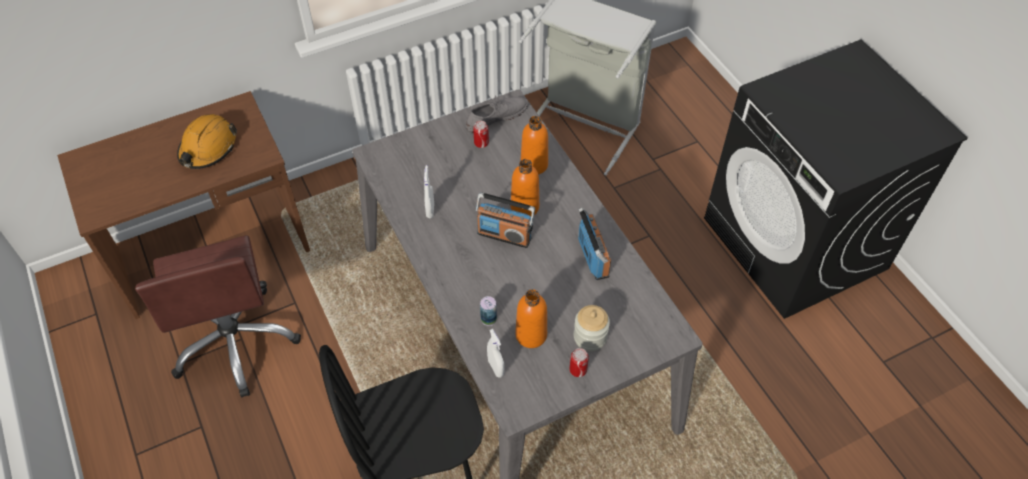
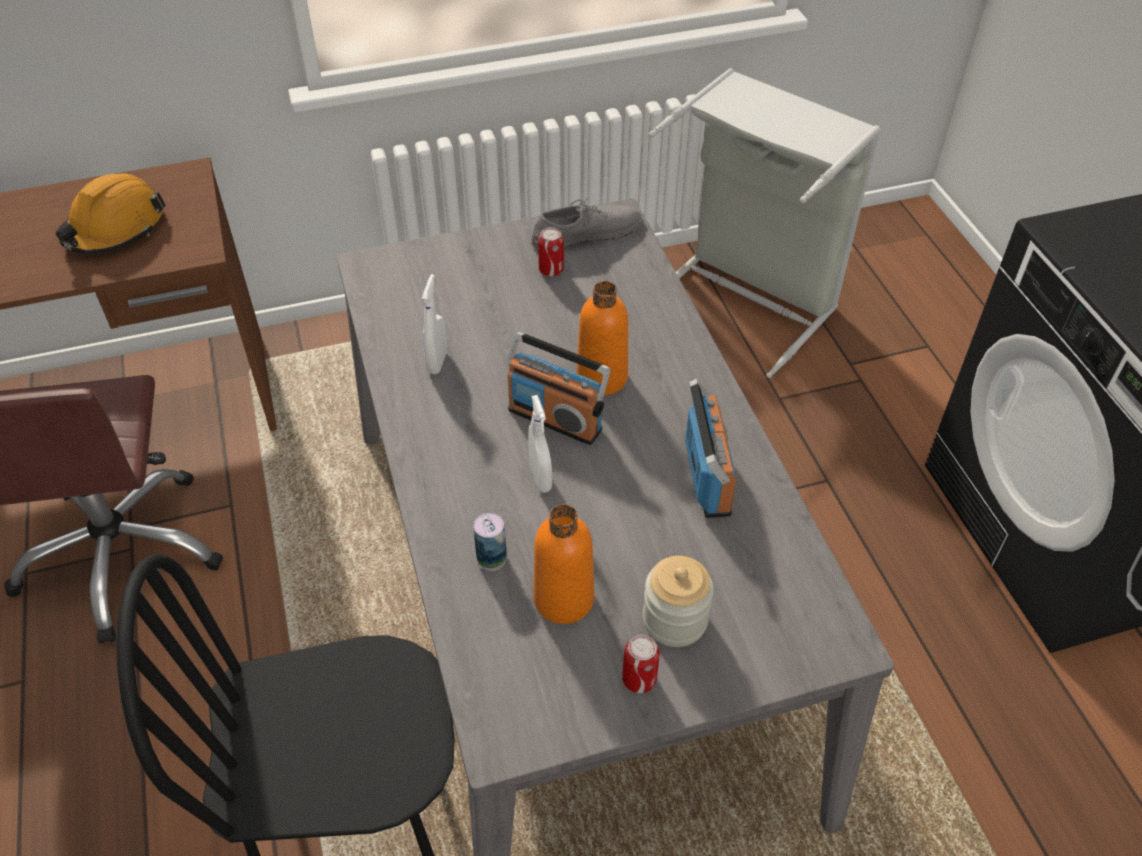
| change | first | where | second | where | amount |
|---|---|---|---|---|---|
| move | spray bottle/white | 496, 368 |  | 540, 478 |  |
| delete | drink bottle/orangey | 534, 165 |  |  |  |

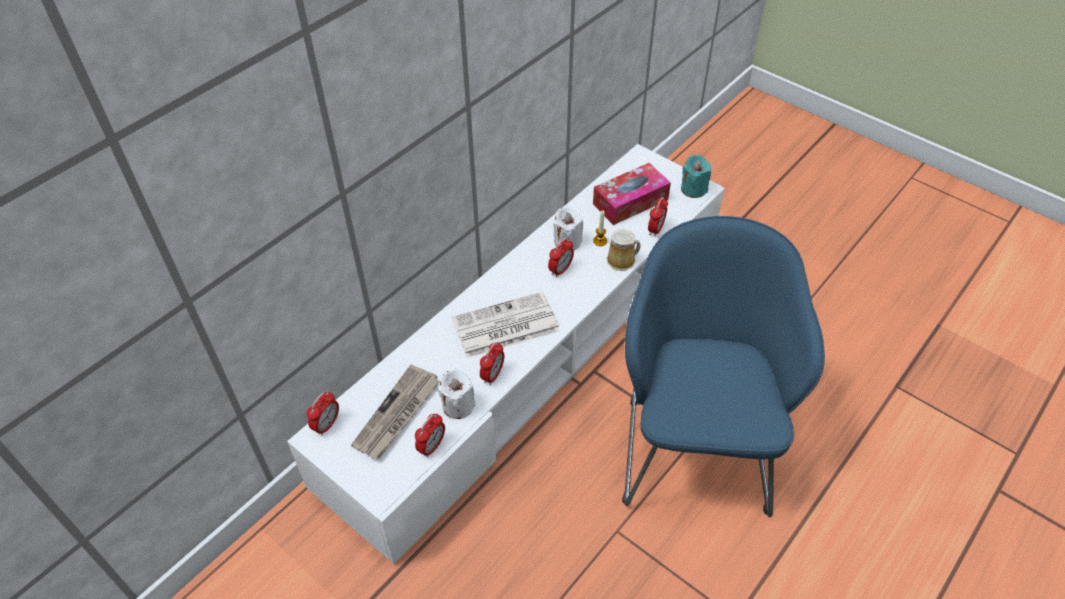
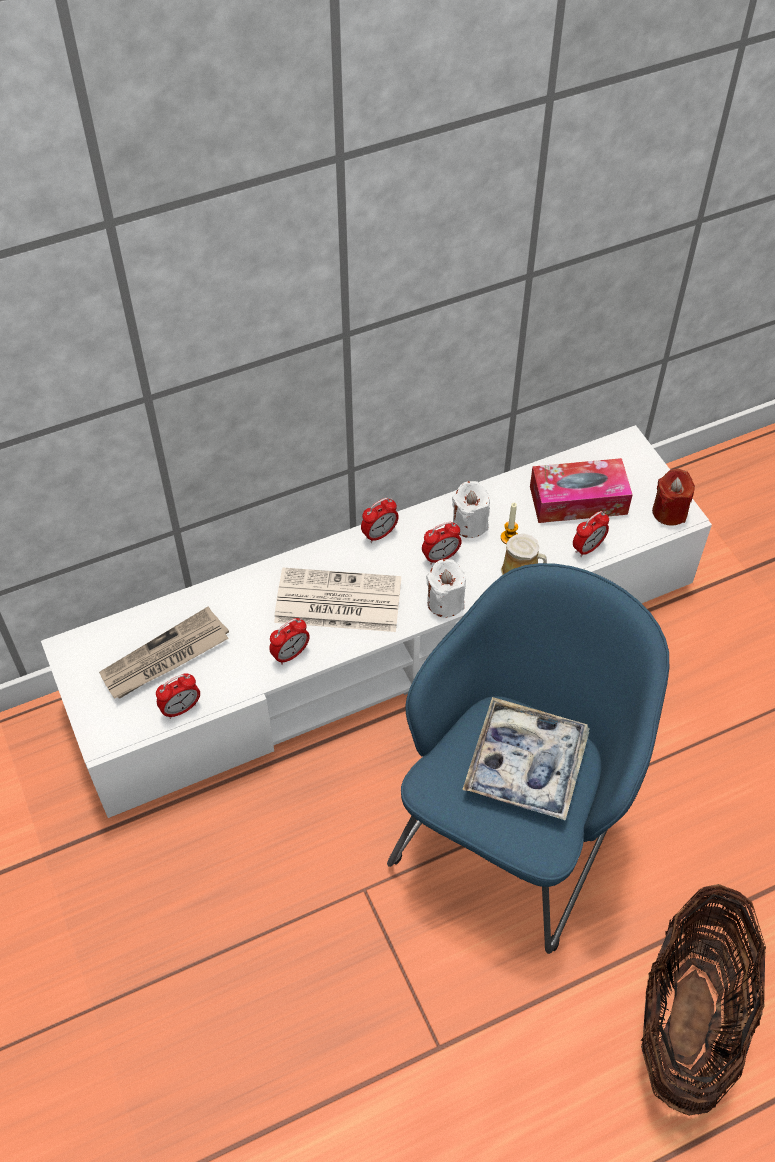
| change | first | where | second | where | amount |
|---|---|---|---|---|---|
| move | alarm clock | 327, 425 |  | 379, 534 |  |
| move | candle/white | 458, 405 |  | 445, 602 |  |
| recolor | candle/turquoise-coloured | 693, 189 | candle/red | 669, 512 |  |
| insert |  |  | tray | 526, 765 |  |
| insert |  |  | household basket | 689, 1019 |  |

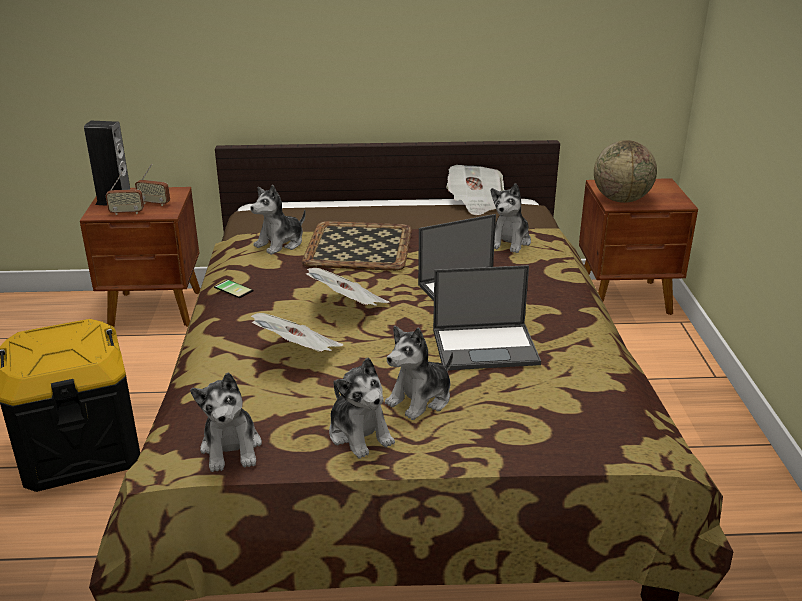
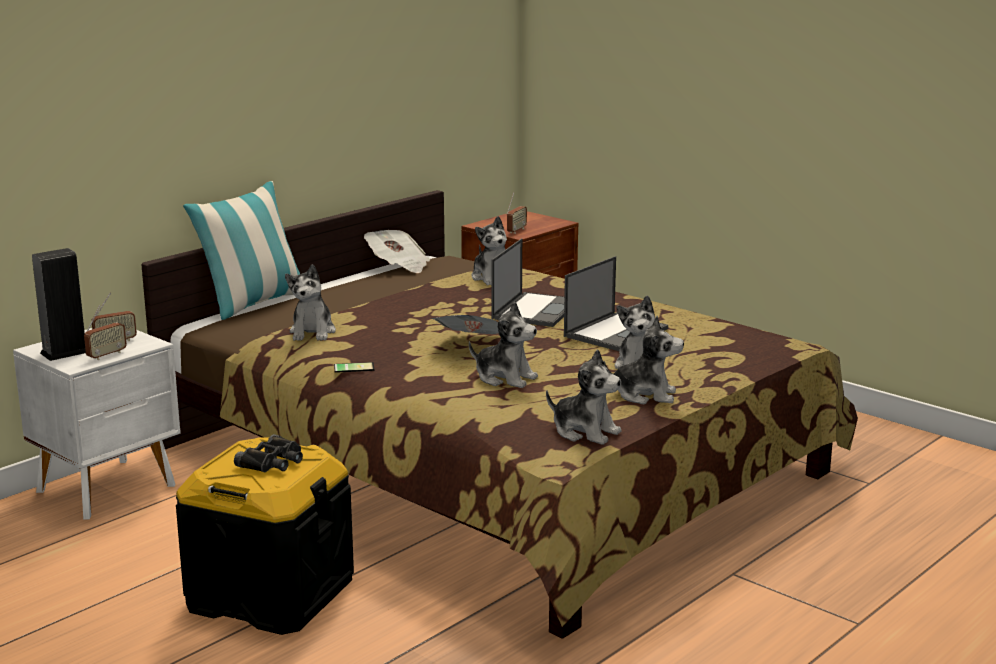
| change | first | where | second | where | amount |
|---|---|---|---|---|---|
| recolor | night table/brownish | 156, 310 | night table/white | 109, 488 |  |
| replace | printed paper | 299, 353 | plush toy | 505, 378 |  |
| delete | tray | 359, 247 |  |  |  |
| replace | desk globe | 621, 199 | radio set | 516, 230 |  |
| insert |  |  | cushion | 253, 304 |  |
| insert |  |  | field glasses/black-coloured | 273, 461 |  |

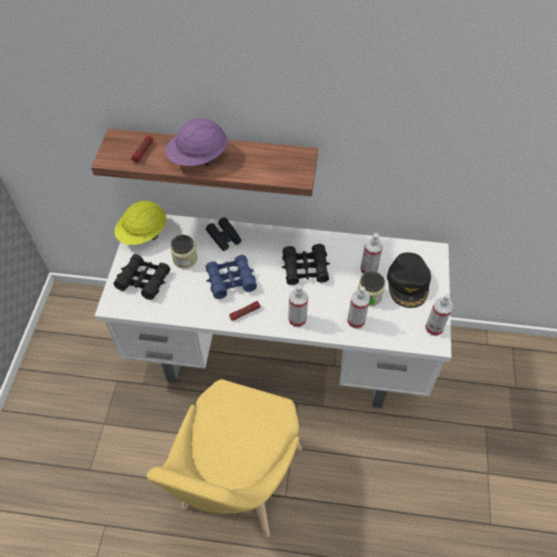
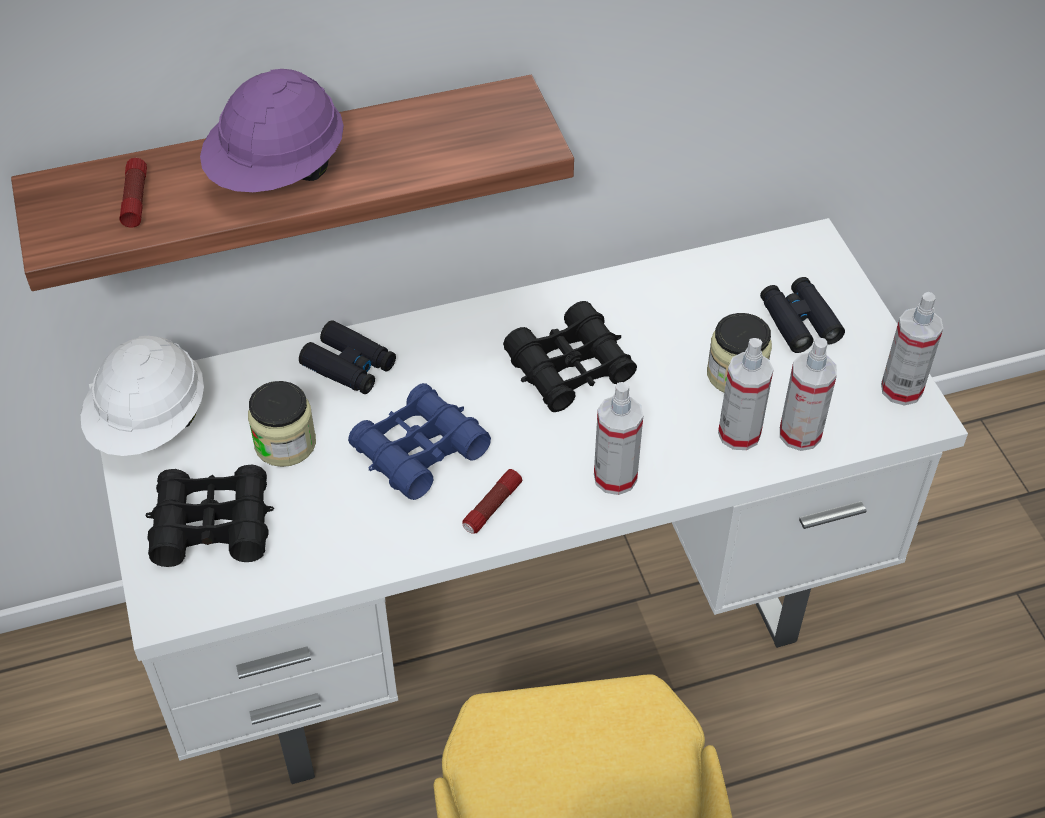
| change | first | where | second | where | amount |
|---|---|---|---|---|---|
| recolor | hard hat/yellowish | 143, 234 | hard hat/white | 150, 424 |  |
| move | spray bottle | 369, 269 |  | 800, 434 |  |
| replace | baseball cap/black-coloured | 408, 283 | field glasses/black-coloured | 799, 321 |  |

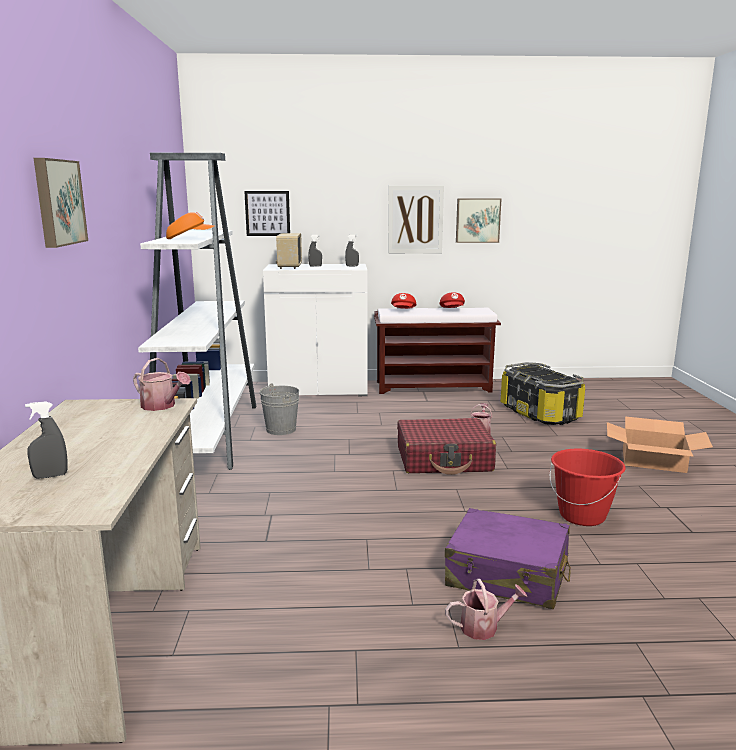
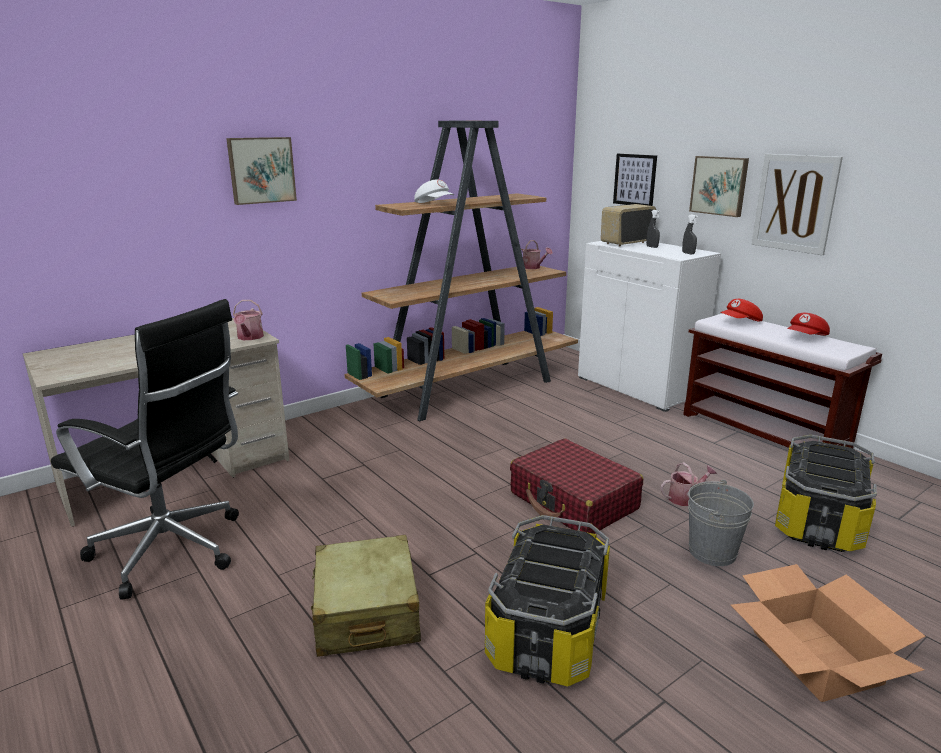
| change | first | where | second | where | amount |
|---|---|---|---|---|---|
| delete | spray bottle/gray | 50, 476 |  |  |  |
| recolor | bookcase/white | 208, 433 | bookcase/brownish | 469, 388 |  |
| recolor | baseball cap/orangey | 190, 238 | baseball cap/white | 434, 204 |  |
| move | water bucket/gray | 281, 429 |  | 712, 552 |  |
| recolor | piece of luggage/purple-coloured | 507, 575 | piece of luggage/beige-coloured | 366, 612 |  |
| move | watering can | 484, 627 |  | 533, 267 |  |
| move | picture | 477, 220 |  | 719, 185 |  |
| replace | water bucket/red | 582, 516 | storage container | 549, 630 |  |
| insert |  |  | computer chair/black-coloured | 173, 552 |  |

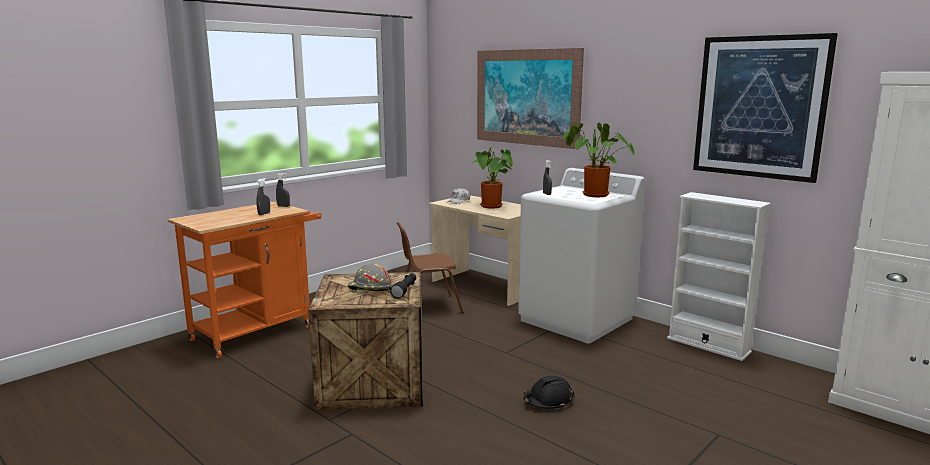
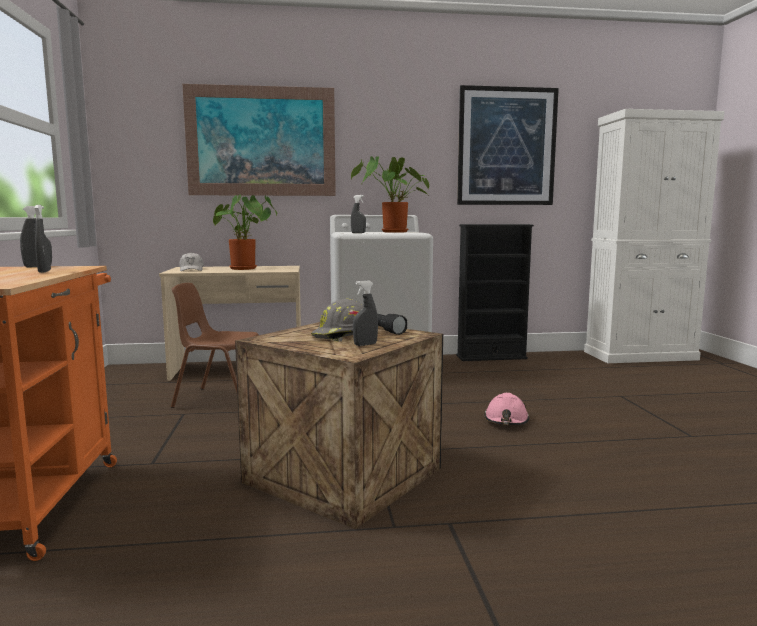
| change | first | where | second | where | amount |
|---|---|---|---|---|---|
| rotate | plain chair/brownish | 427, 306 |  | 221, 399 | 75 degrees clockwise |
| recolor | hard hat/black-coloured | 548, 401 | hard hat/pinkish | 506, 420 |  |
| recolor | bookcase/white | 708, 345 | bookcase/black-coloured | 491, 357 |  |
| insert |  |  | spray bottle/gray | 365, 344 |  |

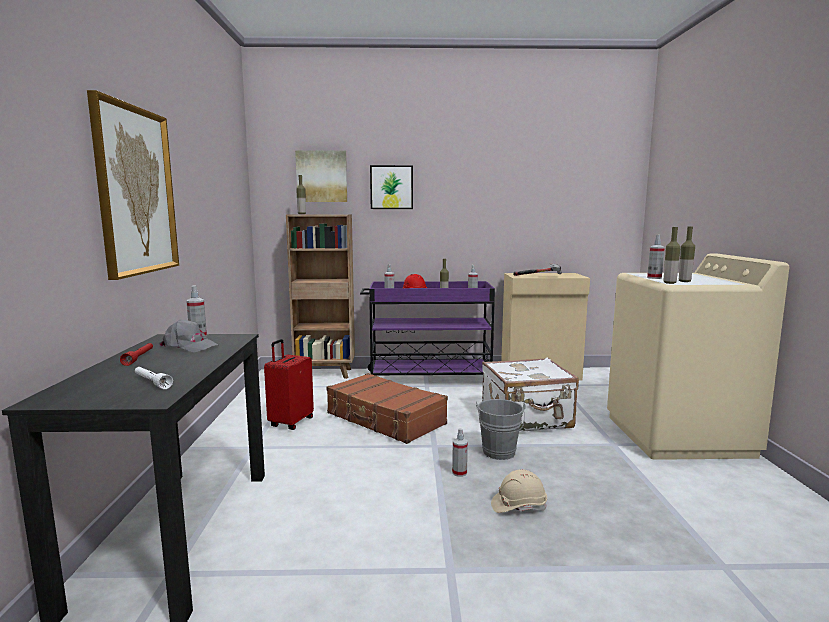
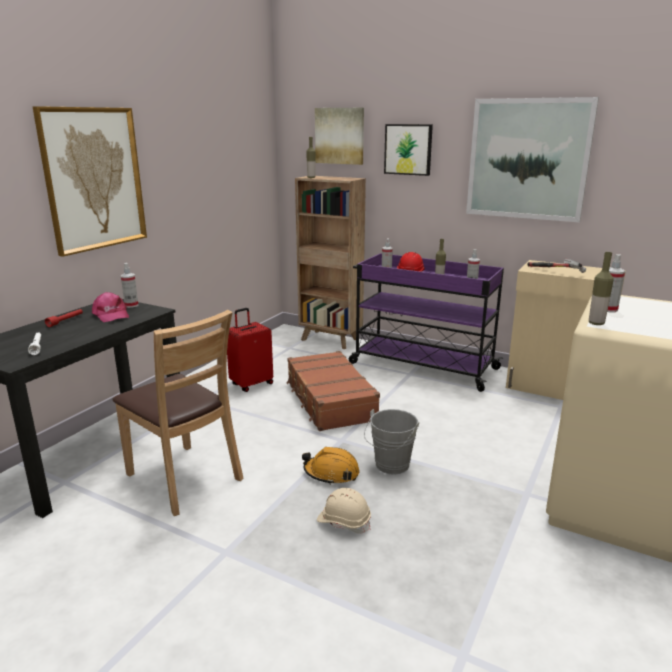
| change | first | where | second | where | amount |
|---|---|---|---|---|---|
| recolor | baseball cap/gray | 189, 346 | baseball cap/pinkish | 110, 315 |  |
| replace | spray bottle | 459, 473 | hard hat/orangey | 331, 473 |  |
| delete | piece of luggage/white | 527, 420 |  |  |  |
| delete | drink bottle | 684, 281 |  |  |  |
| insert |  |  | plain chair/brownish | 184, 478 |  |
| insert |  |  | picture | 528, 159 |  |

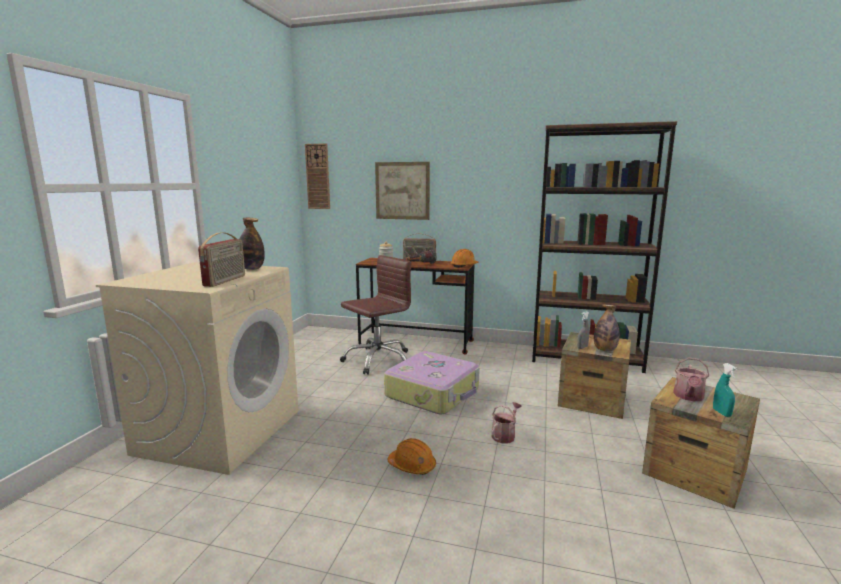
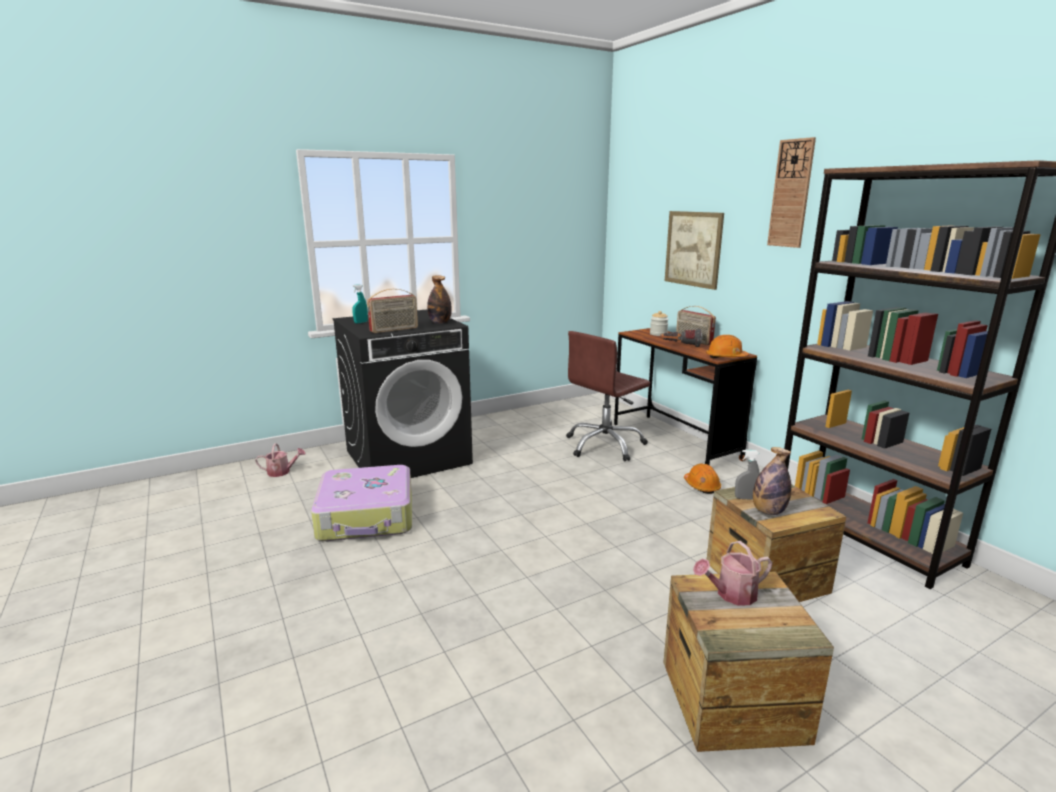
| change | first | where | second | where | amount |
|---|---|---|---|---|---|
| recolor | laundry machine/beige-coloured | 220, 431 | laundry machine/black-coloured | 409, 457 |  |
| move | hanging clock | 318, 176 |  | 791, 194 |  |
| rotate | computer chair/brownish | 377, 360 |  | 605, 445 | 135 degrees clockwise |
| move | piece of luggage | 433, 393 |  | 367, 516 |  |
| move | hard hat/orangey | 412, 466 |  | 701, 486 |  |
| move | watering can | 505, 435 |  | 282, 472 |  |
| move | spray bottle/turquoise-coloured | 721, 413 |  | 361, 322 |  |

